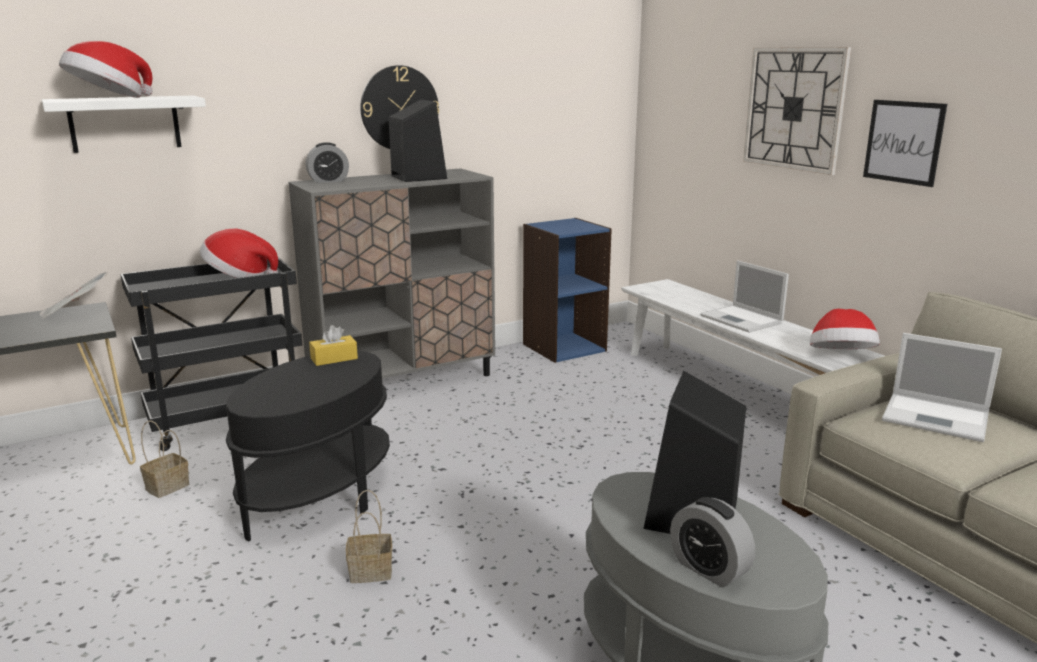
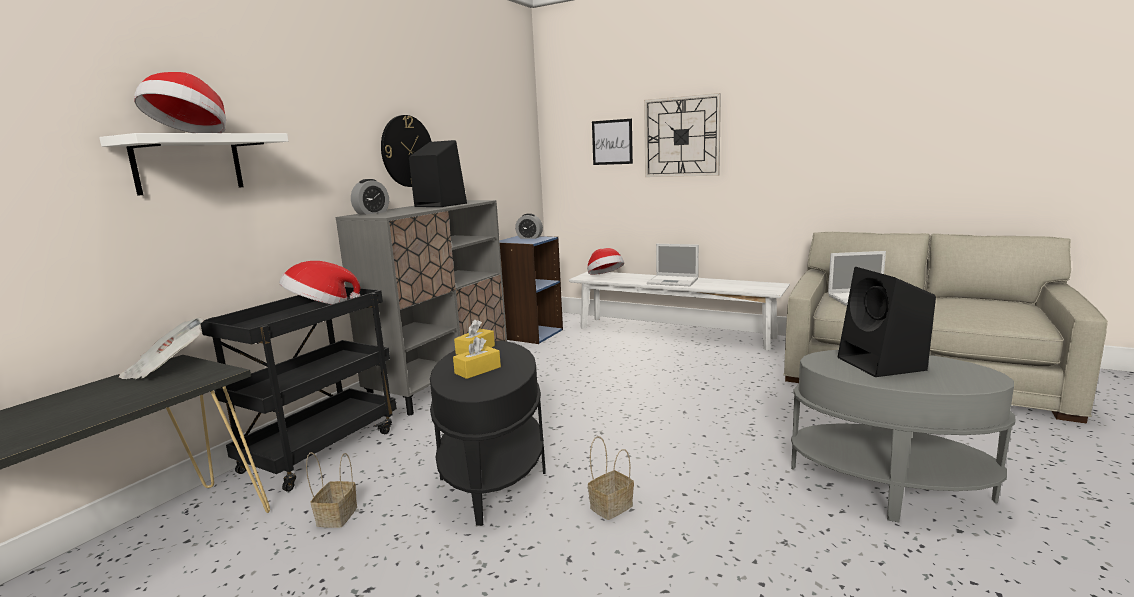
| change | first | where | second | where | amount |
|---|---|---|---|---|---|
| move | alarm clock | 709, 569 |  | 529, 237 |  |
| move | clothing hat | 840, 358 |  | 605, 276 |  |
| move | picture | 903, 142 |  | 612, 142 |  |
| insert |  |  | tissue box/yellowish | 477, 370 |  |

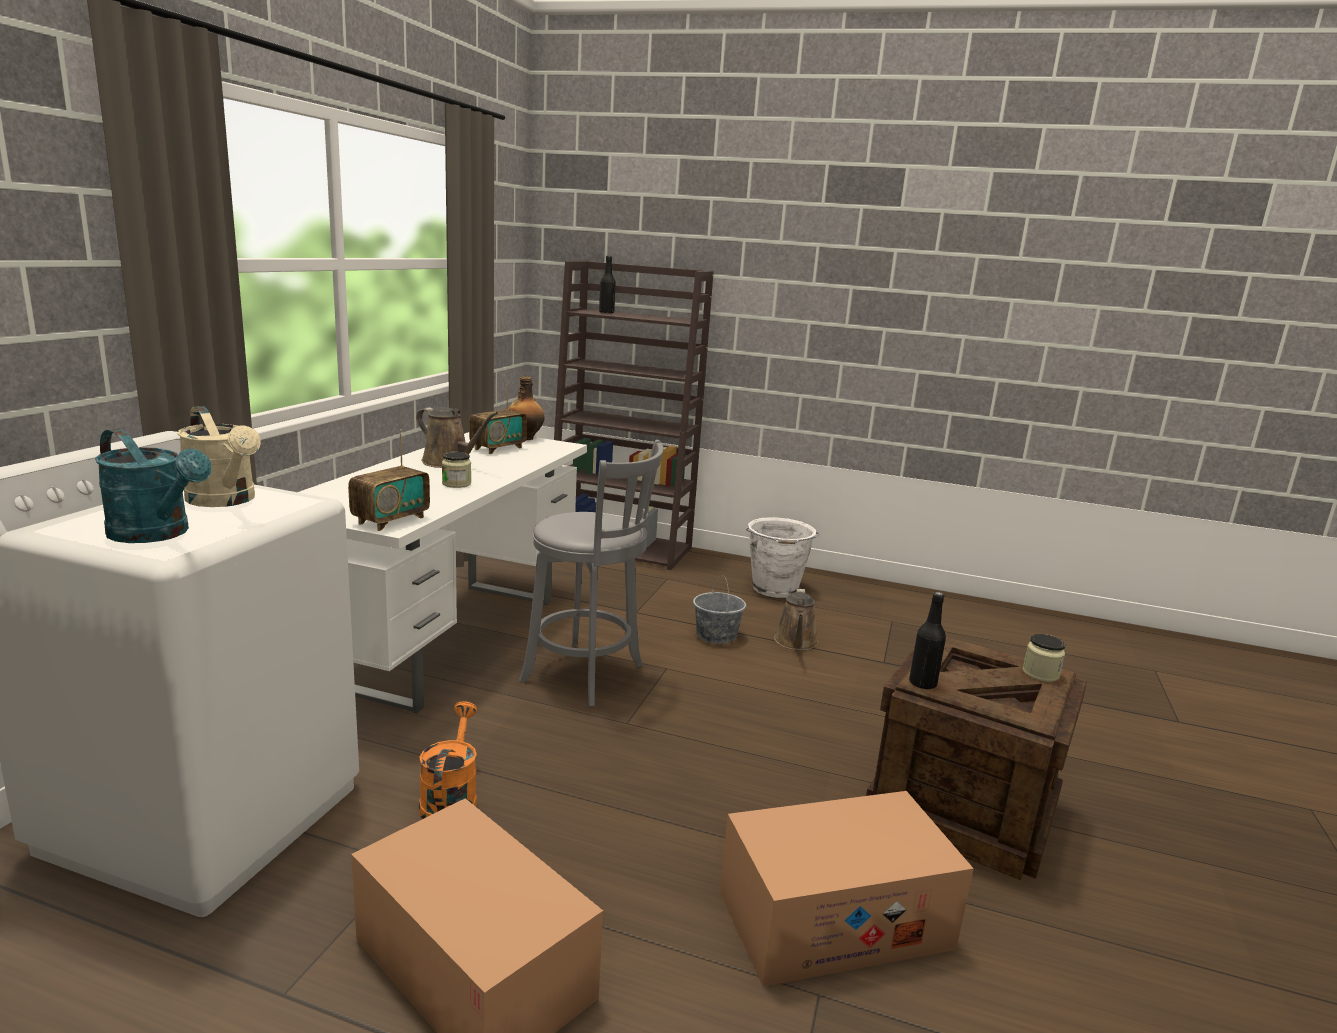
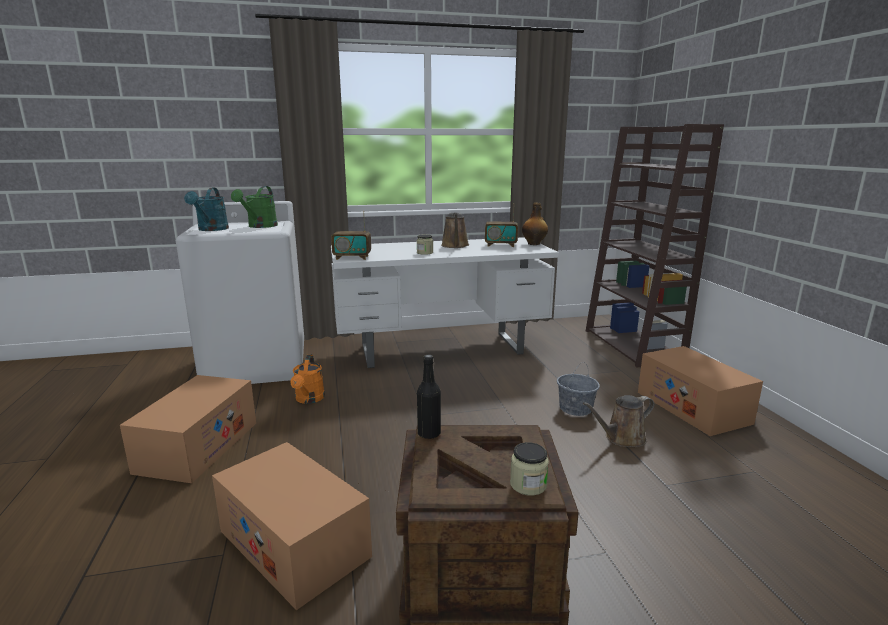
| change | first | where | second | where | amount |
|---|---|---|---|---|---|
| recolor | watering can/beige-coloured | 226, 501 | watering can/green | 260, 226 |  |
| rotate | watering can/orangey | 450, 799 |  | 309, 399 | 120 degrees clockwise |
| delete | sitting stool/gray | 588, 675 |  |  |  |
| delete | drink bottle/black-coloured | 606, 313 |  |  |  |
| replace | water bucket/white | 775, 589 | cardboard box | 692, 407 |  |

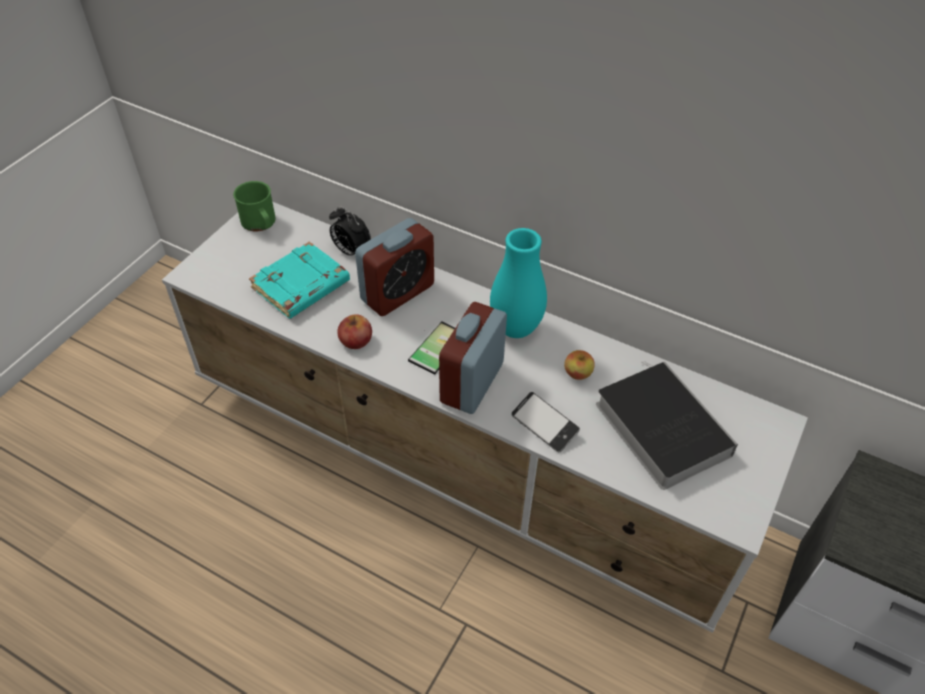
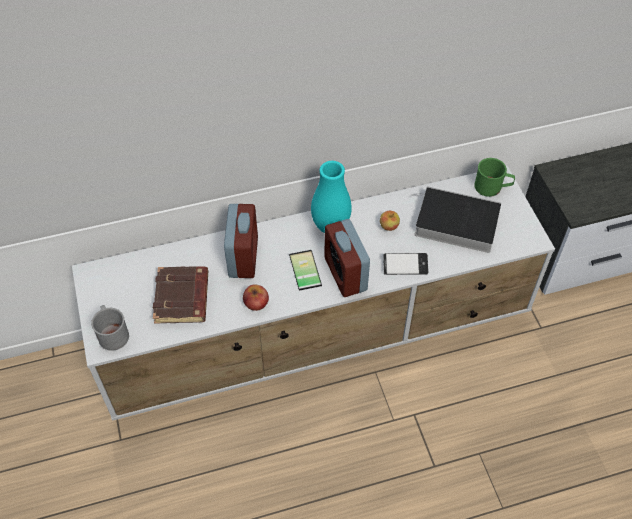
| change | first | where | second | where | amount |
|---|---|---|---|---|---|
| move | tea mug/green | 260, 224 |  | 492, 187 |  |
| recolor | book/turquoise-coloured | 301, 287 | book/brownish | 183, 298 |  |
| delete | alarm clock | 351, 251 |  |  |  |
| insert |  |  | tea mug/gray | 112, 333 |  |

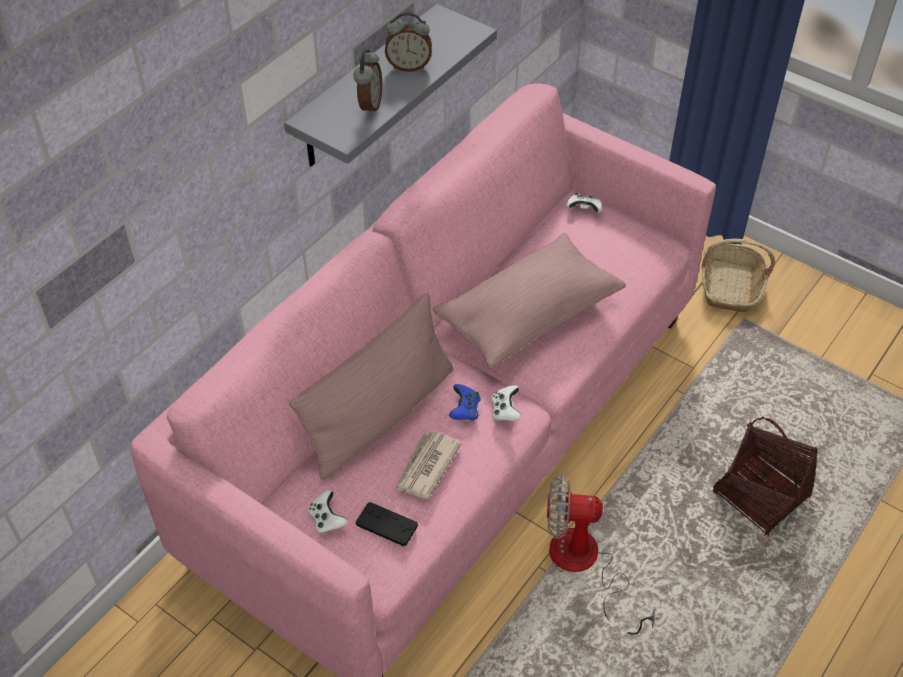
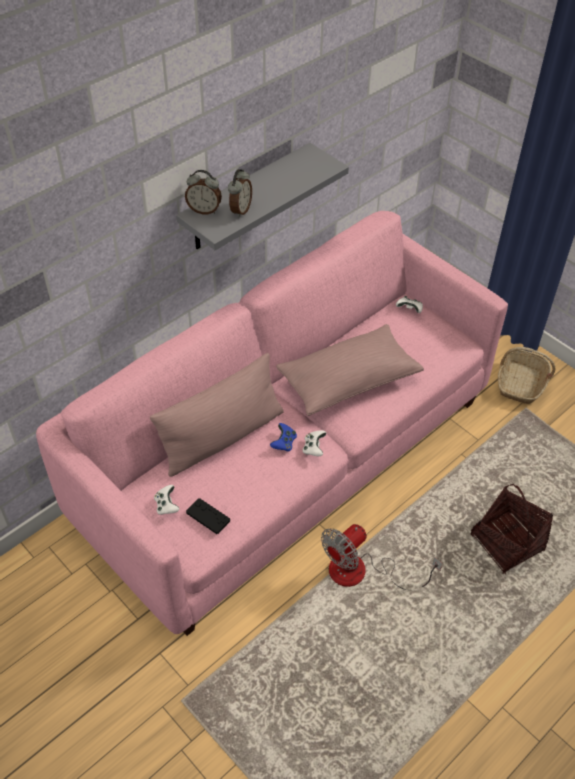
| change | first | where | second | where | amount |
|---|---|---|---|---|---|
| move | alarm clock | 409, 66 |  | 204, 210 |  |
| delete | printed paper | 426, 467 |  |  |  |
| rotate | cooling fan | 585, 566 |  | 361, 572 | 60 degrees counterclockwise |

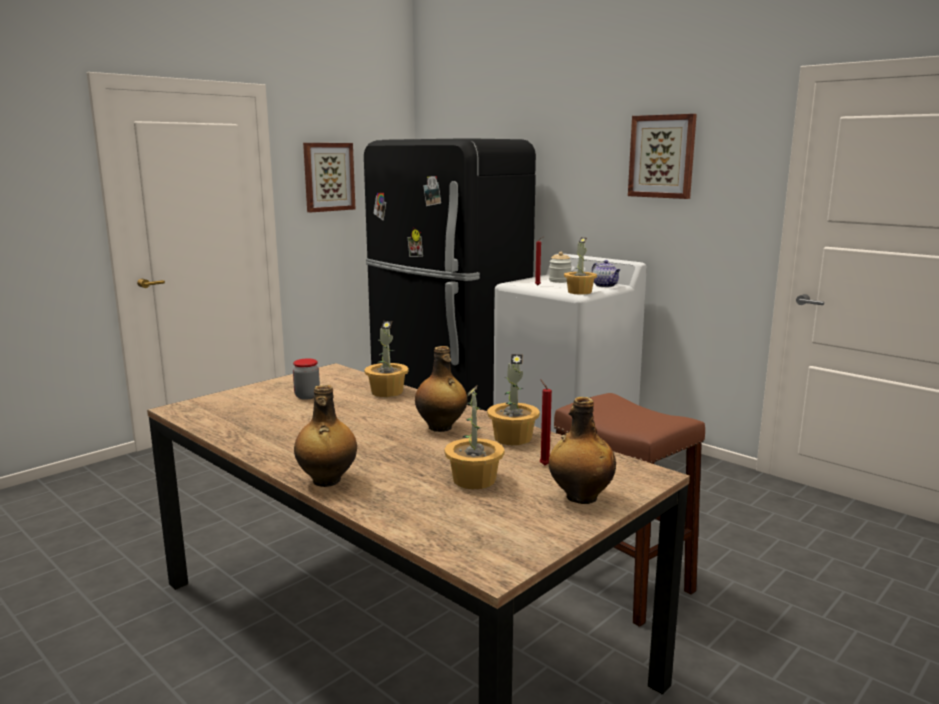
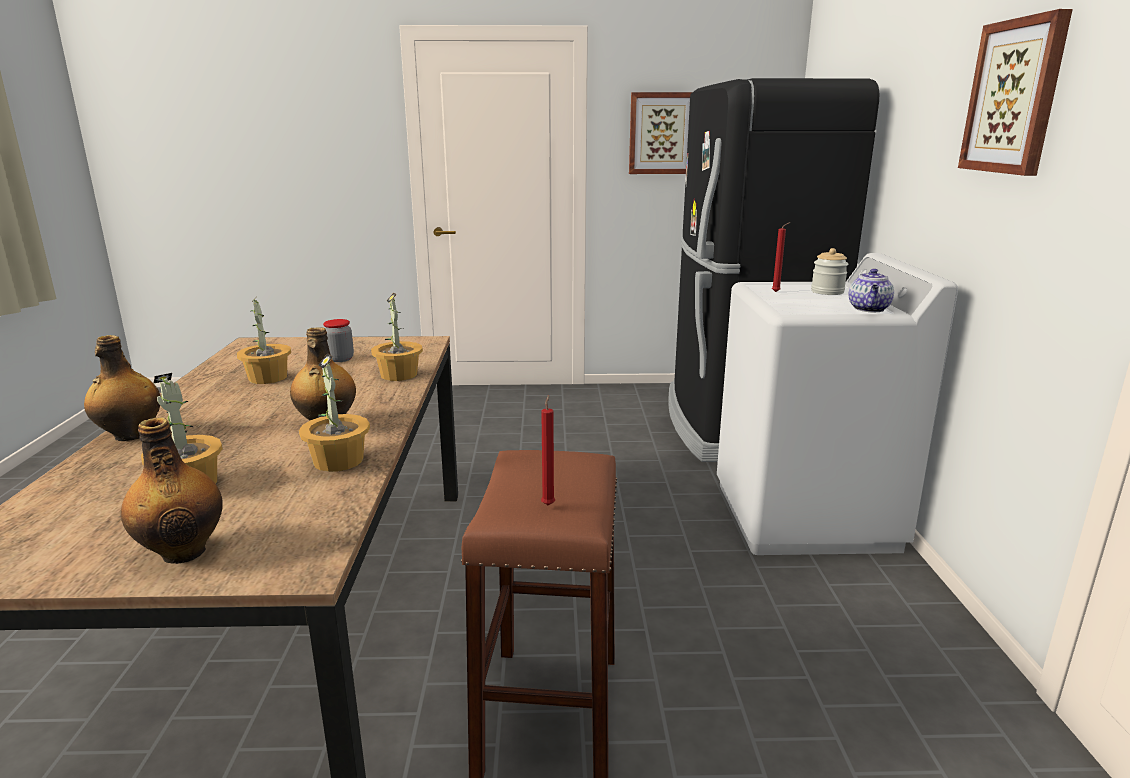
| change | first | where | second | where | amount |
|---|---|---|---|---|---|
| move | candle/red | 543, 465 |  | 548, 504 |  |
| move | plant in a pot | 580, 292 |  | 268, 377 |  |

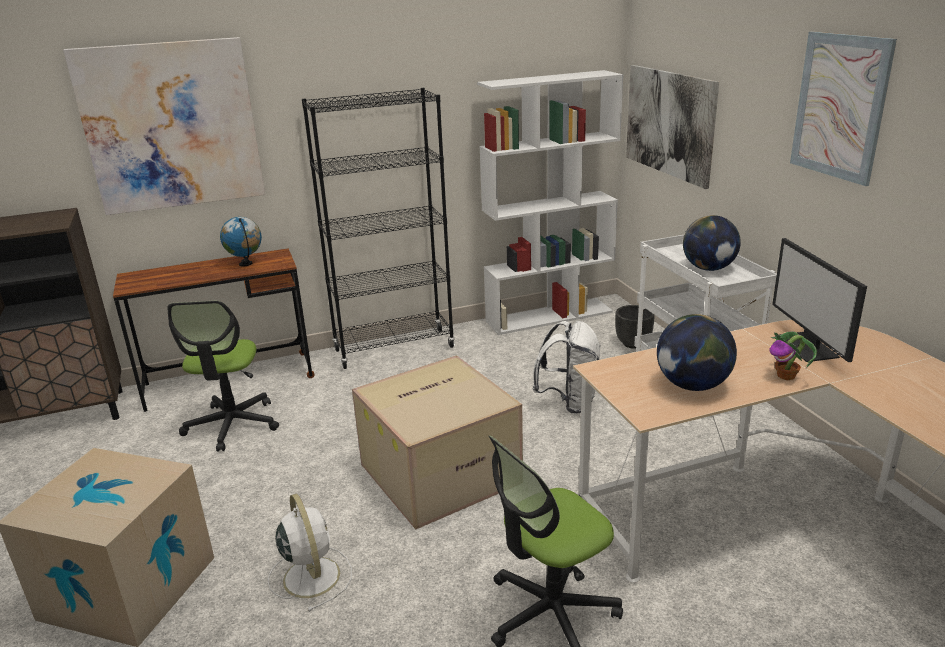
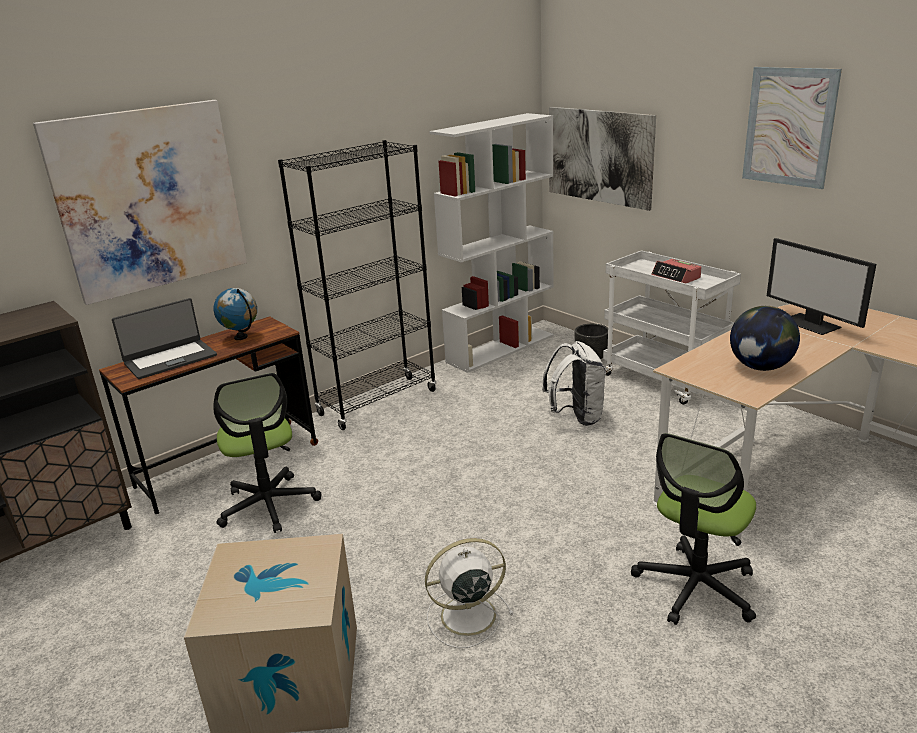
| change | first | where | second | where | amount |
|---|---|---|---|---|---|
| rotate | cooling fan/white | 311, 575 |  | 465, 616 | 60 degrees counterclockwise |
| delete | cardboard box | 441, 472 |  |  |  |
| replace | desk globe | 708, 268 | alarm clock | 676, 277 |  |
| delete | plant in a pot | 786, 376 |  |  |  |
| insert |  |  | notebook computer | 170, 359 |  |

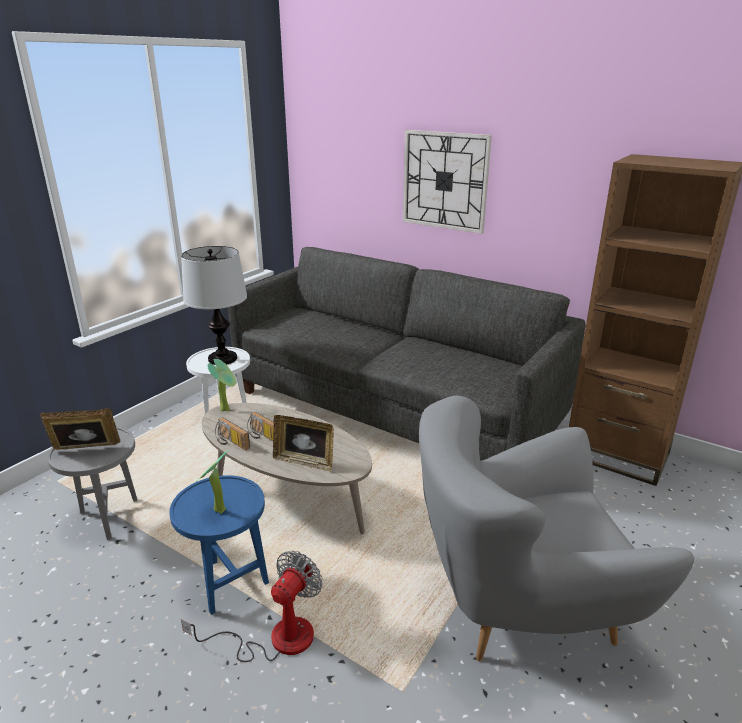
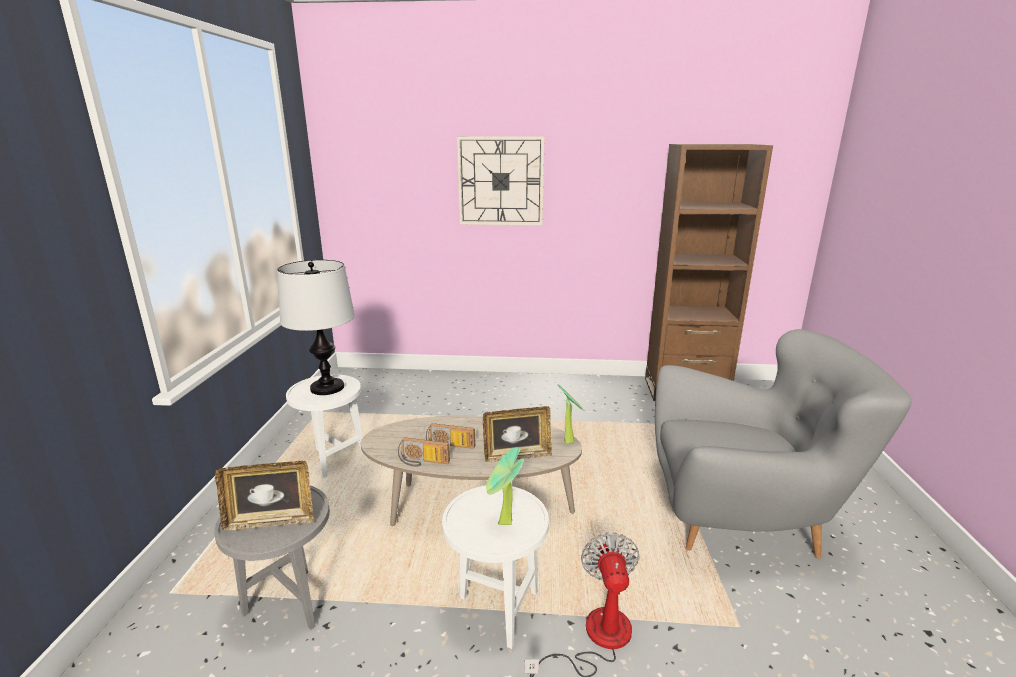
| change | first | where | second | where | amount |
|---|---|---|---|---|---|
| rotate | photo frame | 86, 450 |  | 271, 521 | 150 degrees counterclockwise |
| recolor | side table/bluish | 228, 581 | side table/white | 496, 609 |  |
| move | plant in a pot | 227, 409 |  | 569, 440 |  |
| delete | sofa/gray | 394, 408 |  |  |  |
| rotate | lounge chair/gray | 520, 605 |  | 742, 519 | 135 degrees counterclockwise |

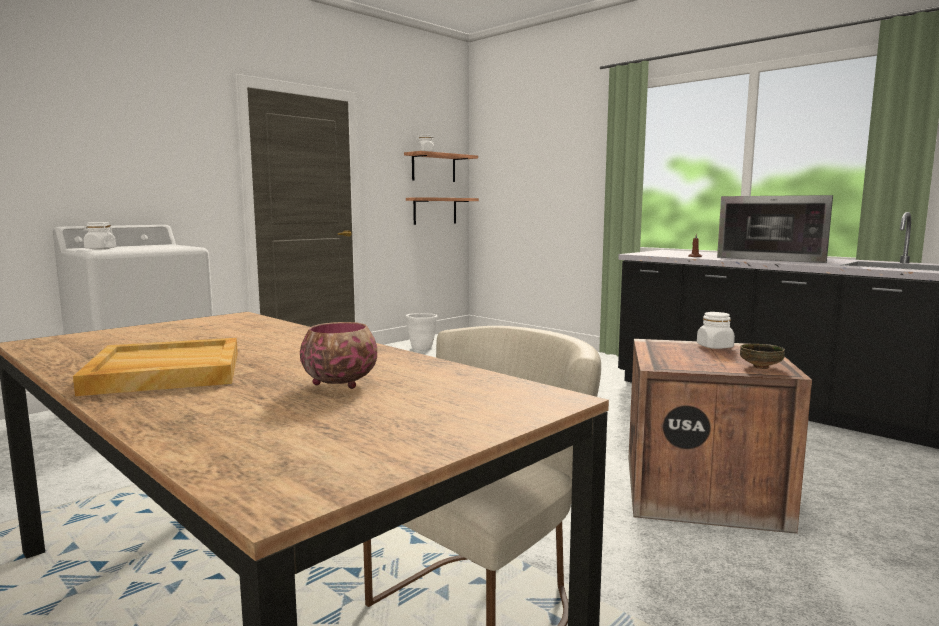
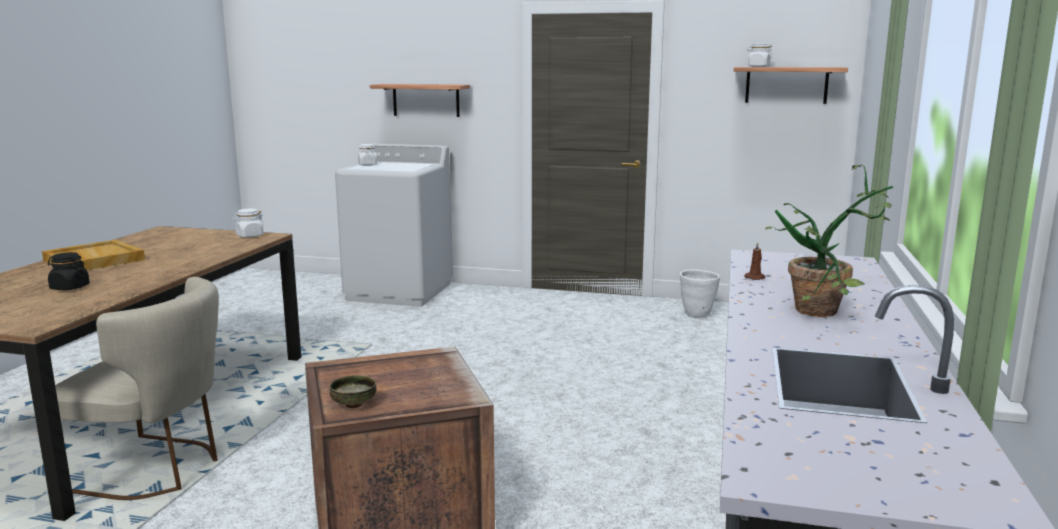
| change | first | where | second | where | amount |
|---|---|---|---|---|---|
| replace | serving bowl | 340, 384 | preserve jar/black-coloured | 69, 287 |  |
| move | shelf | 435, 211 |  | 426, 100 |  |
| move | preserve jar/white | 715, 347 |  | 249, 236 |  |
| replace | microwave | 776, 258 | plant in a pot | 827, 313 |  |

